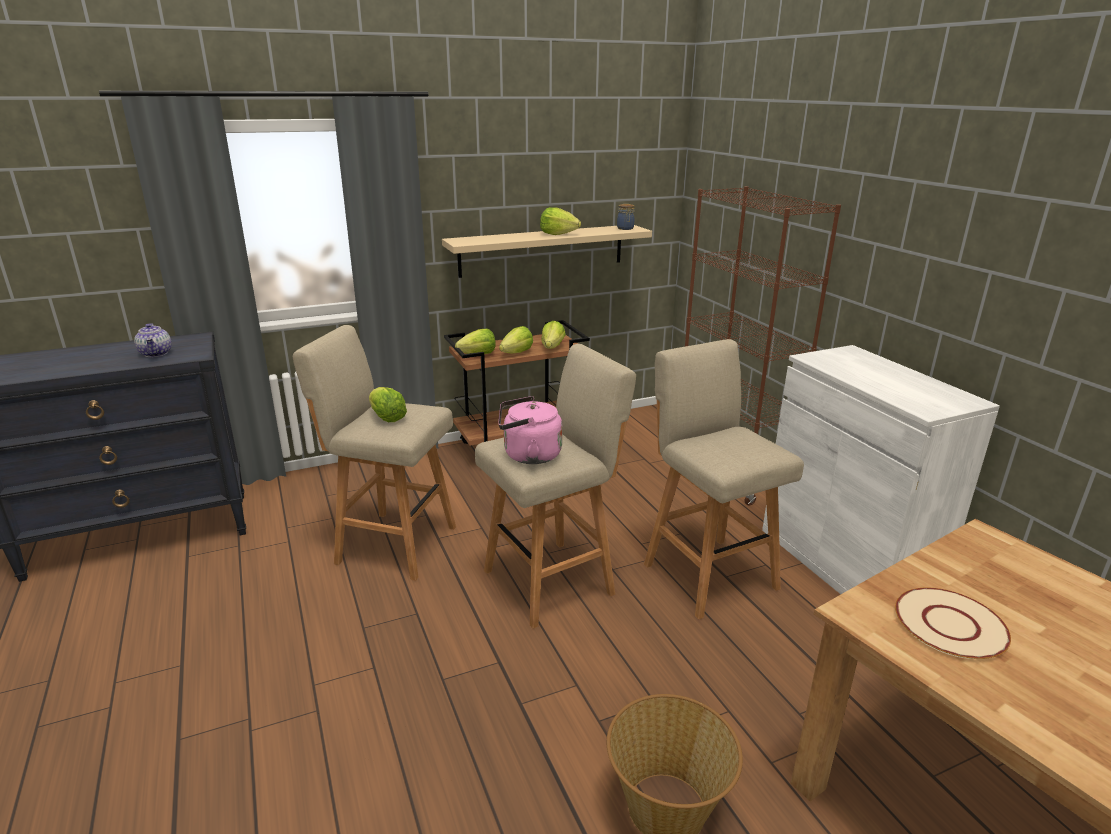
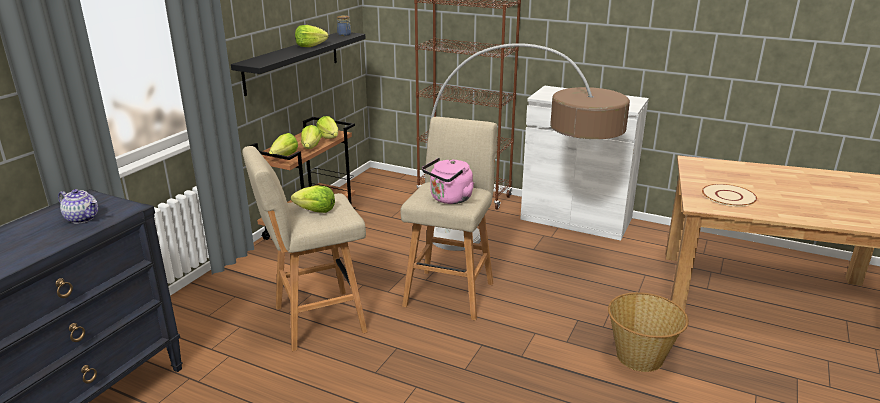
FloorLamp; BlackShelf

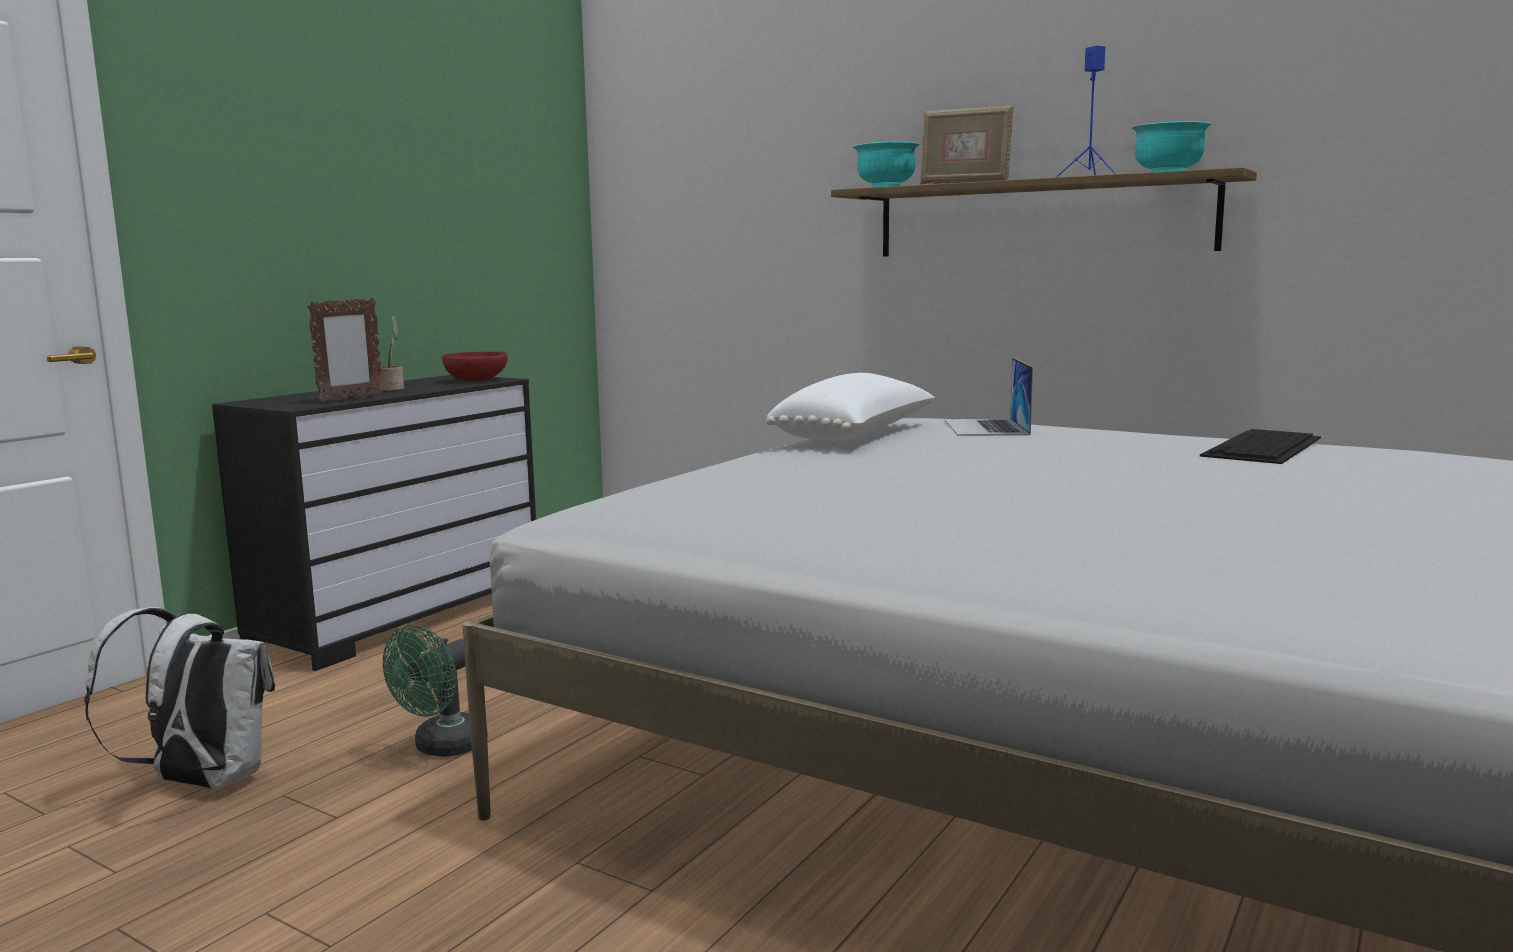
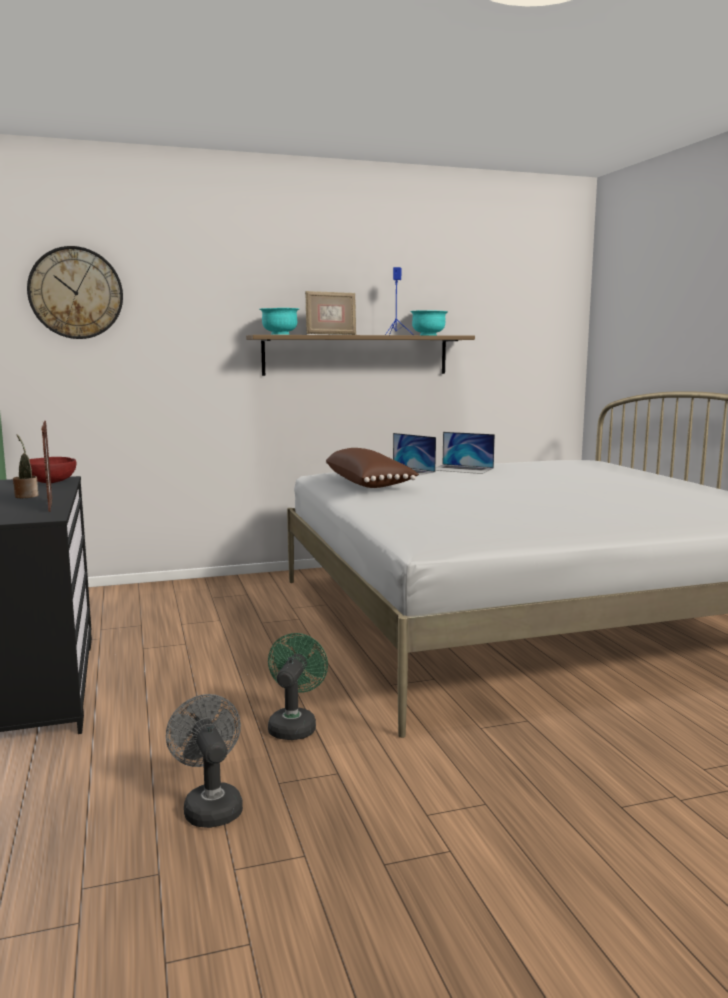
Keyboard; WallClock; Laptop (no. 2 from left); GreyFan; BrownPillow; GreenFan

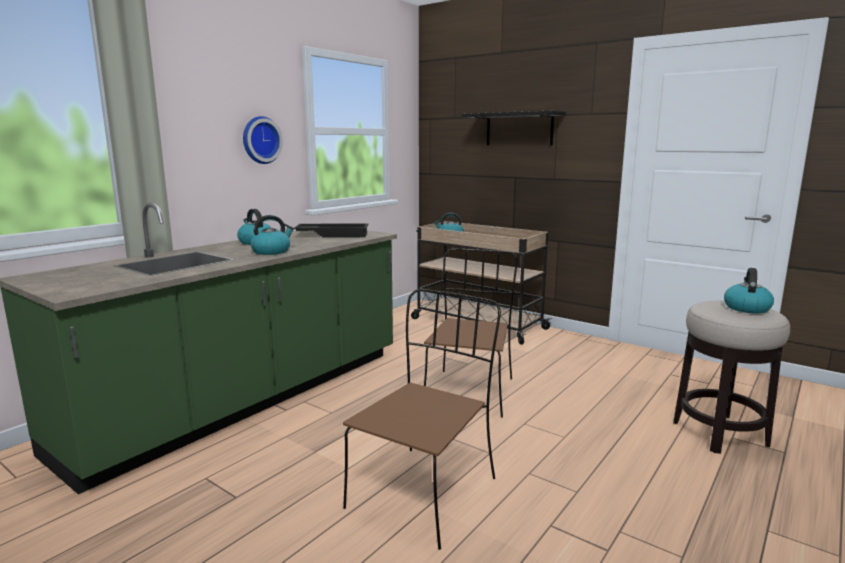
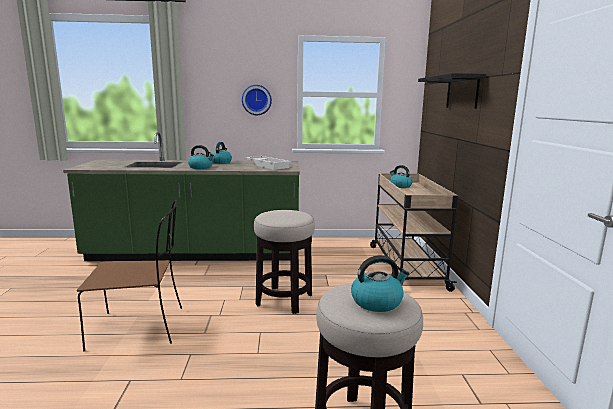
Stool (no. 1 from left); WhiteTray

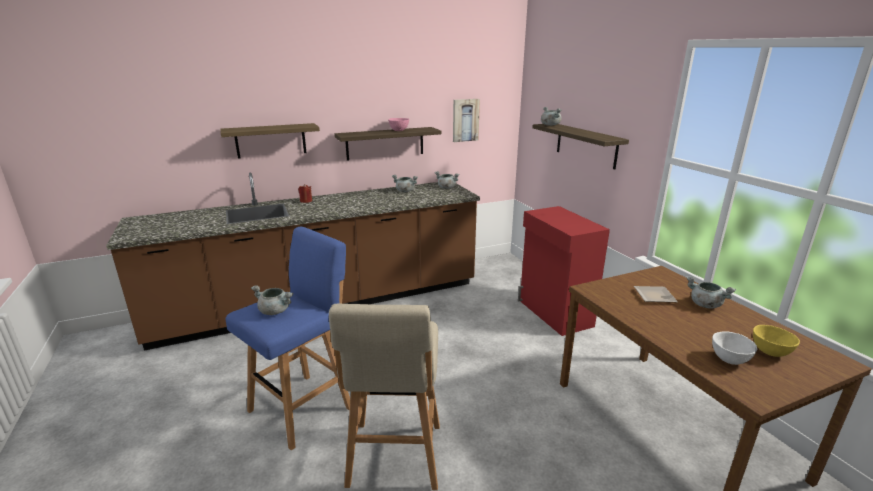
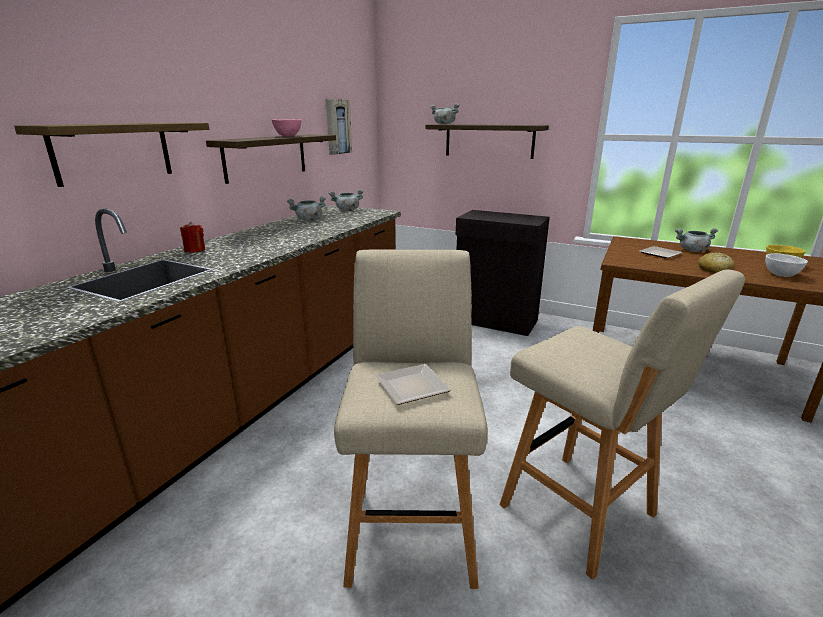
Bread; Plate (no. 1 from left); BeigeStool (no. 1 from left); BlackCabinet

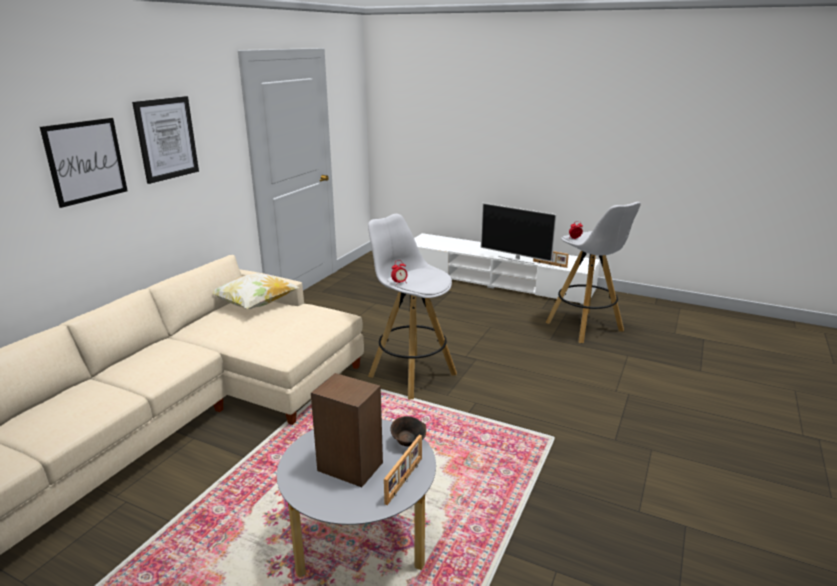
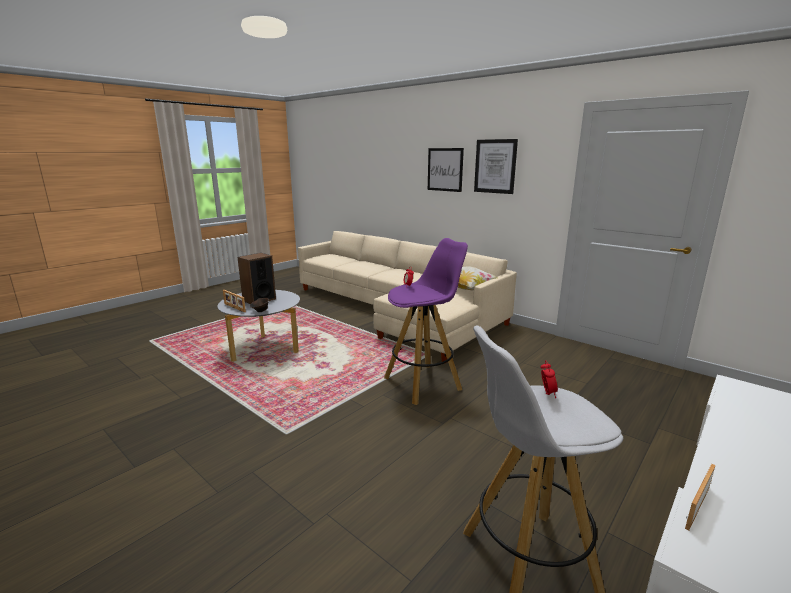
Television; PurpleStool

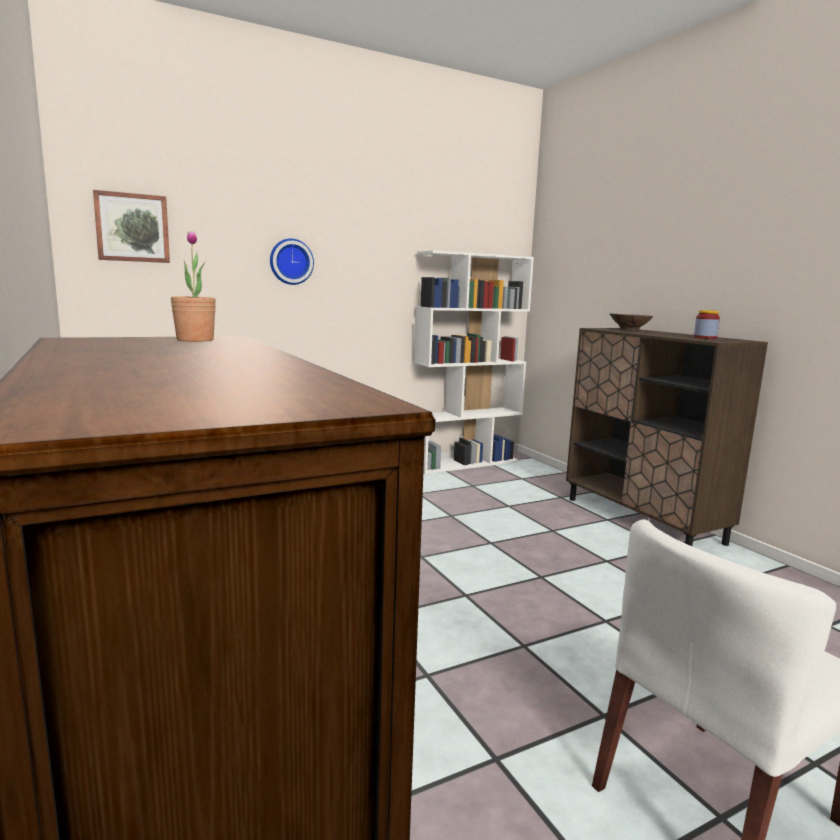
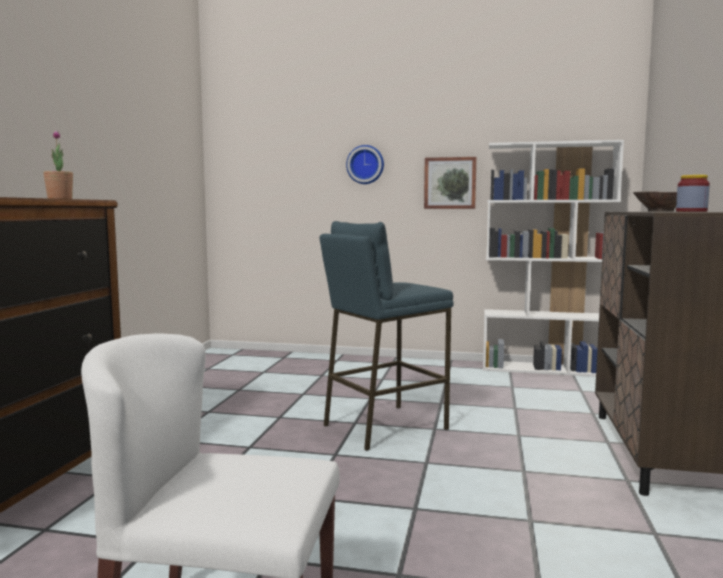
BlueStool; Picture

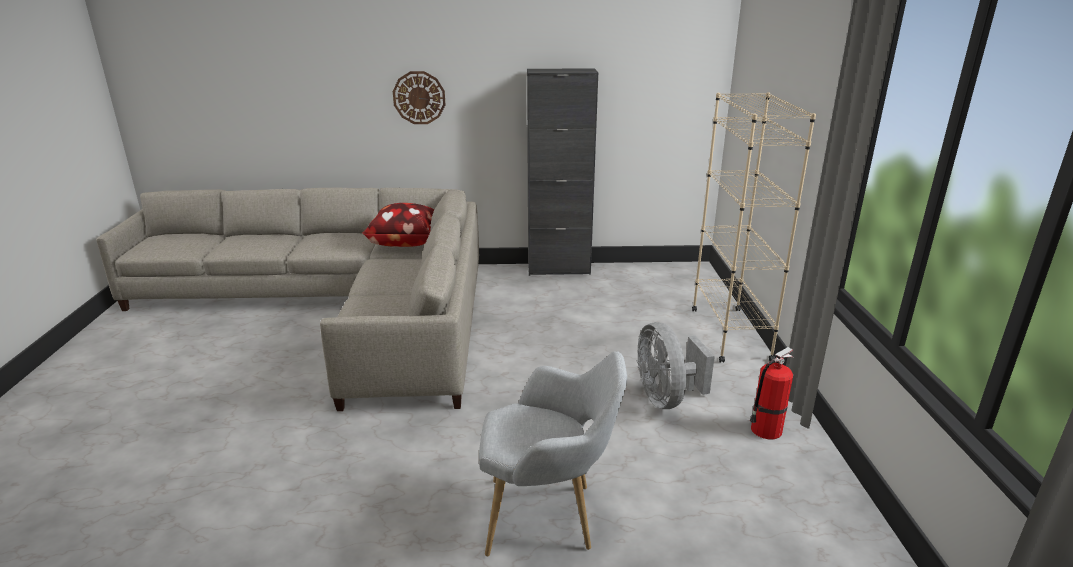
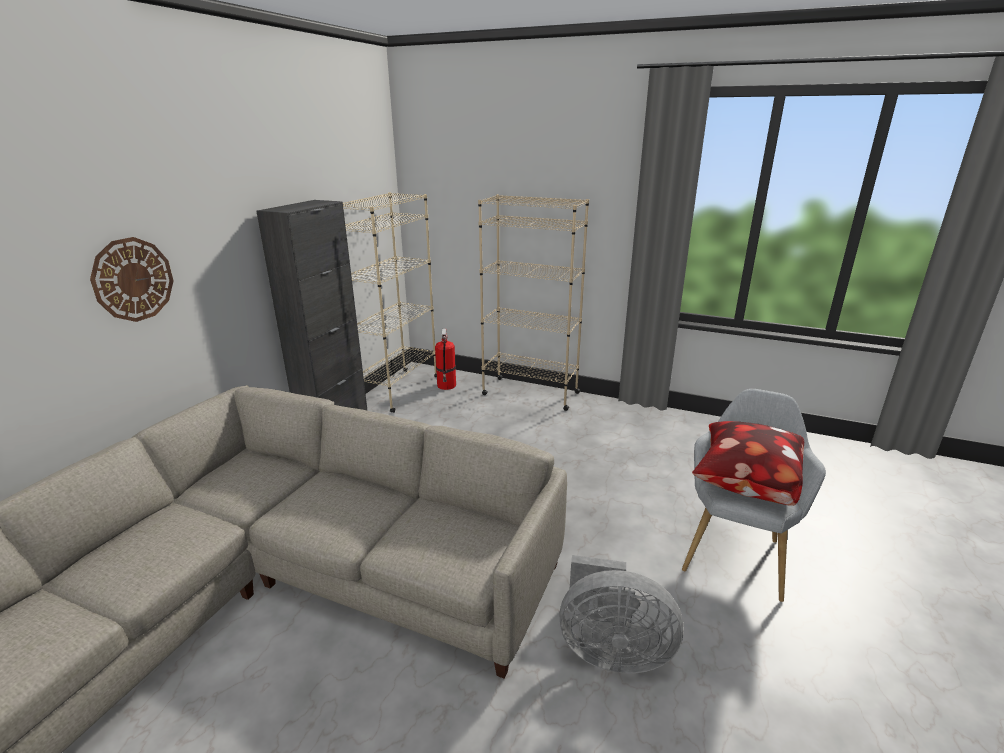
BeigeBookcase (no. 1 from left); Pillow; GreyFan; FireExtinguisher

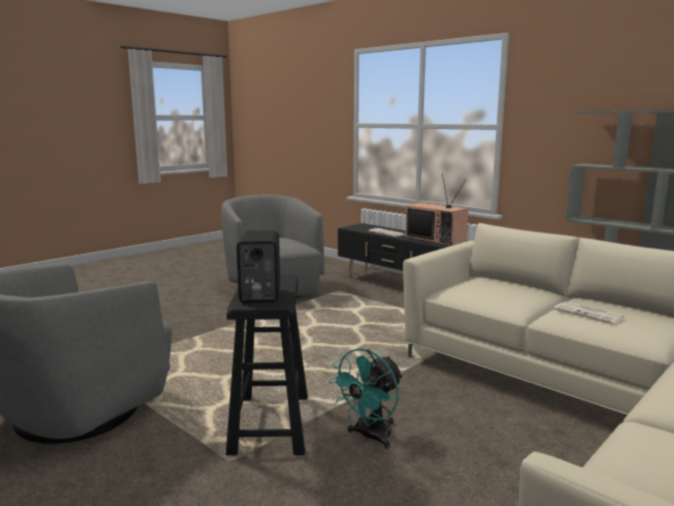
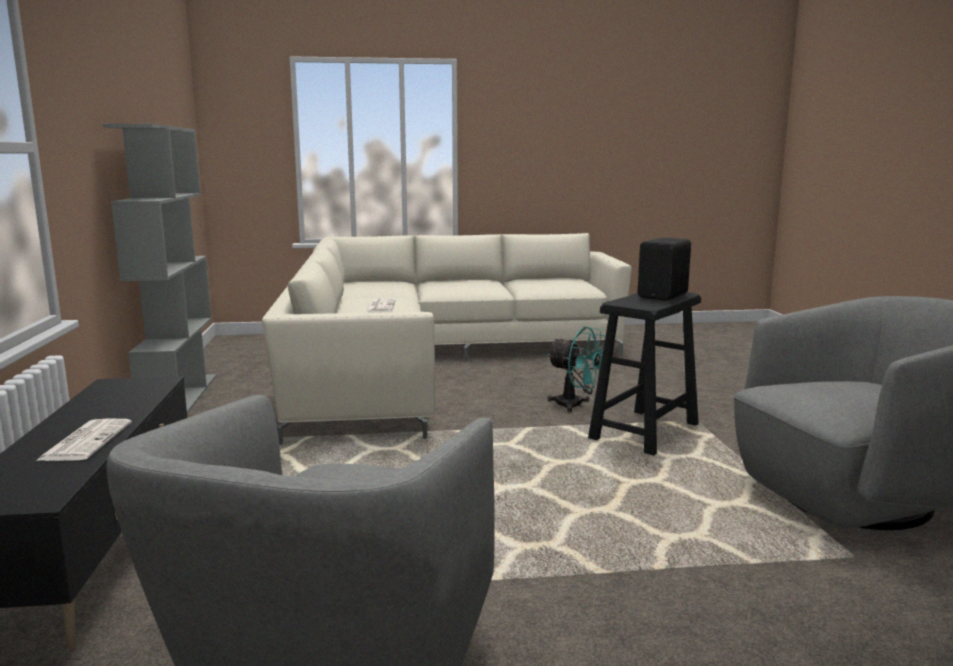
Television; TurquoiseFan

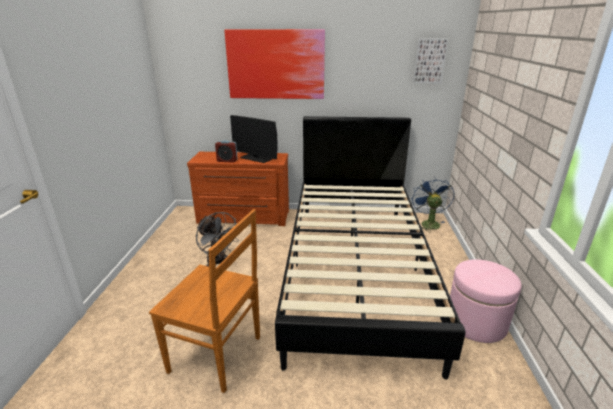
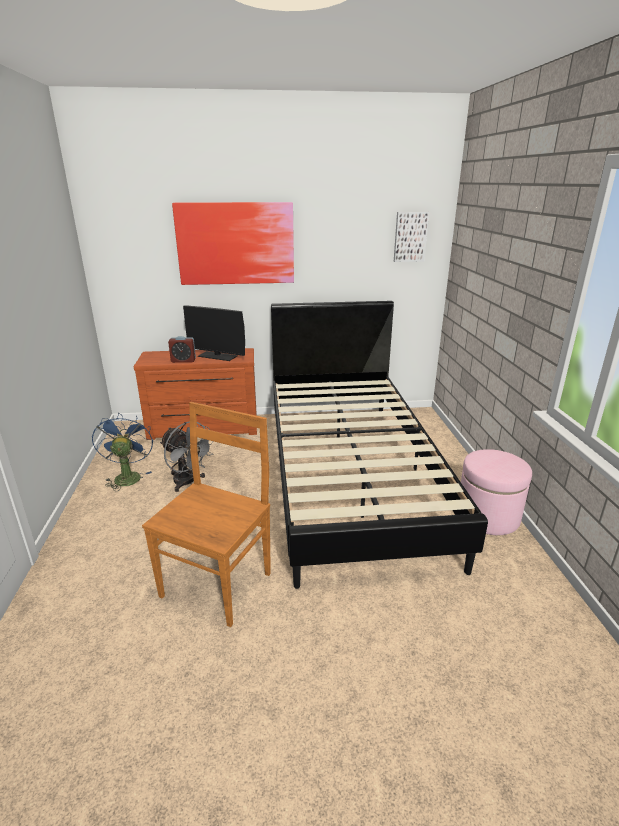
BlueFan; BrownChair

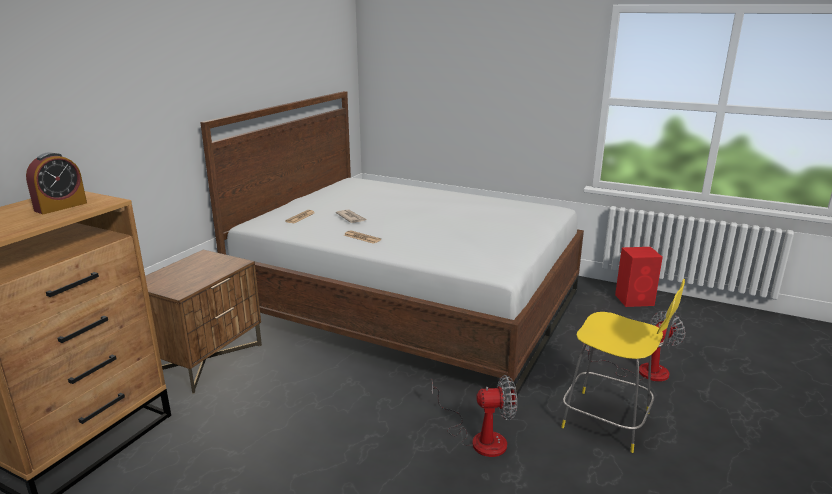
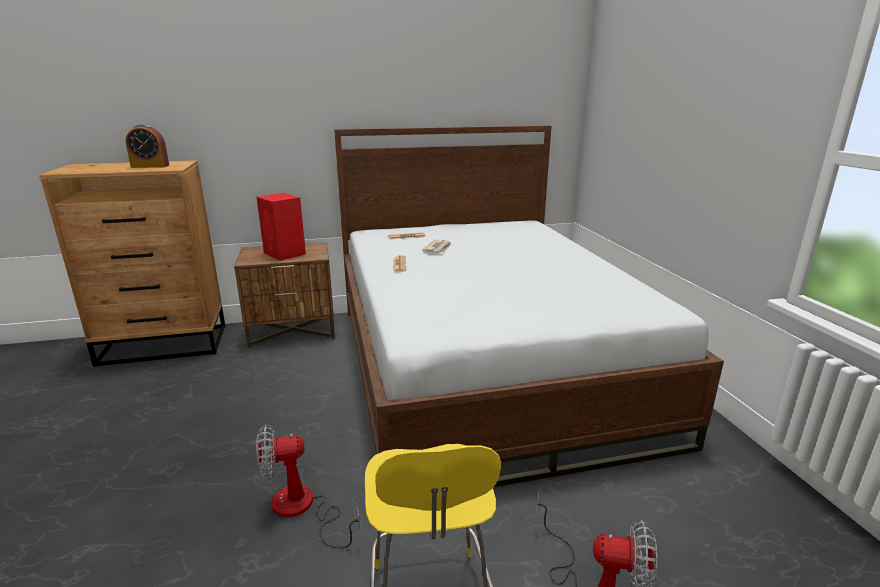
RedSpeaker; Fan (no. 1 from left)

